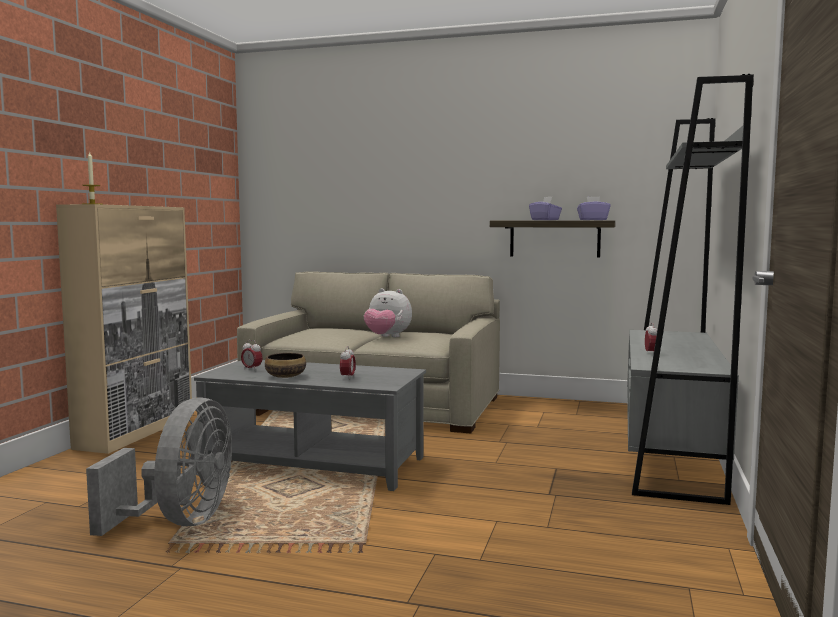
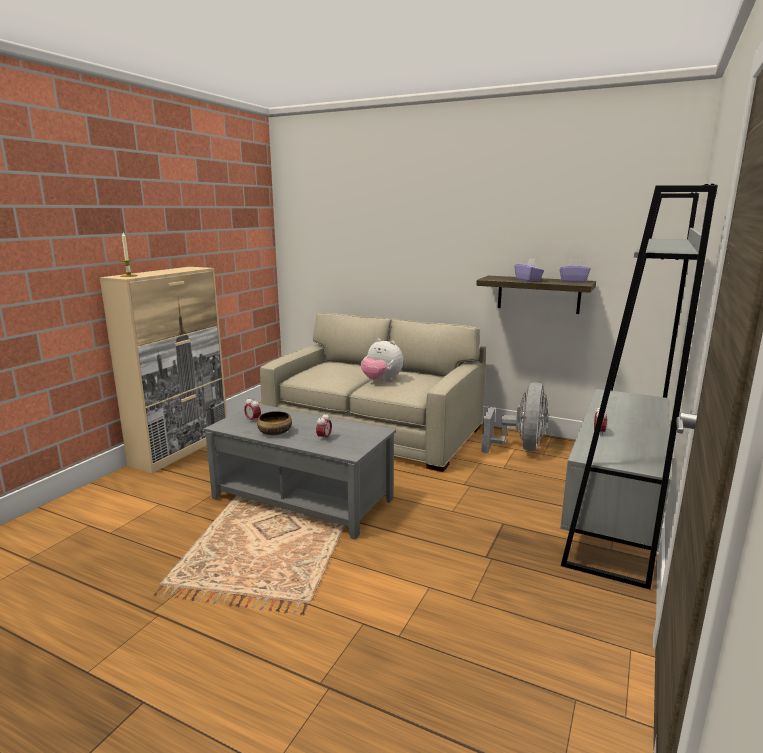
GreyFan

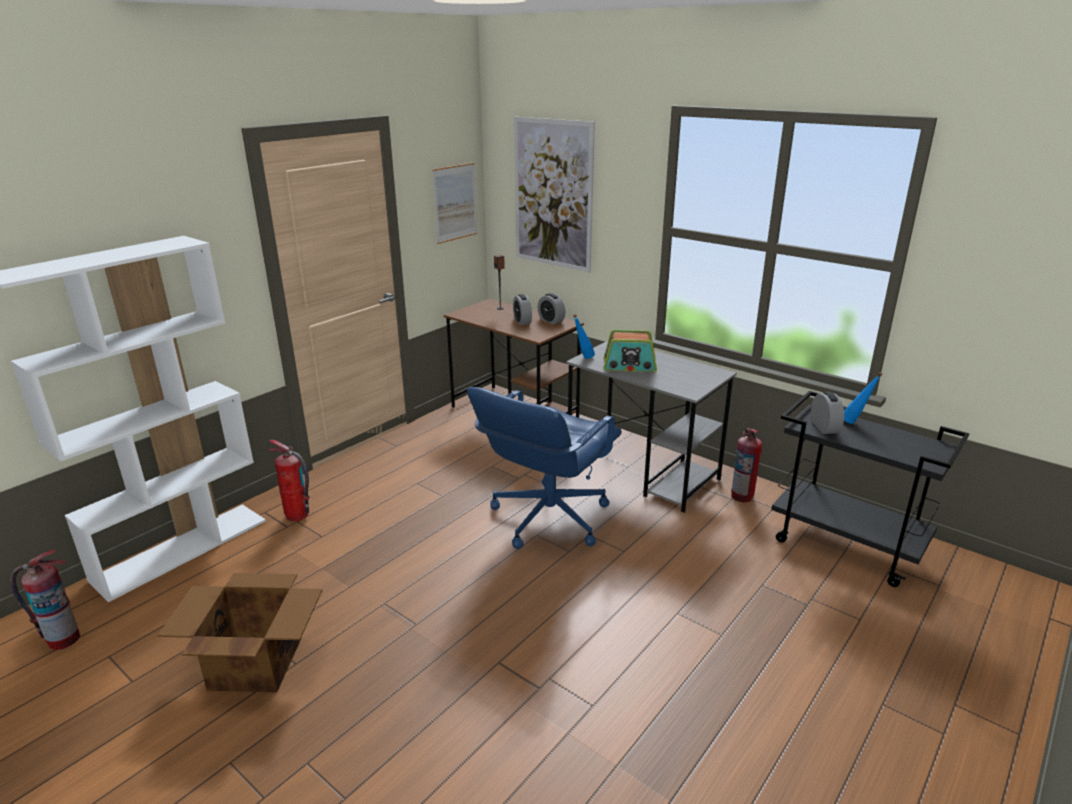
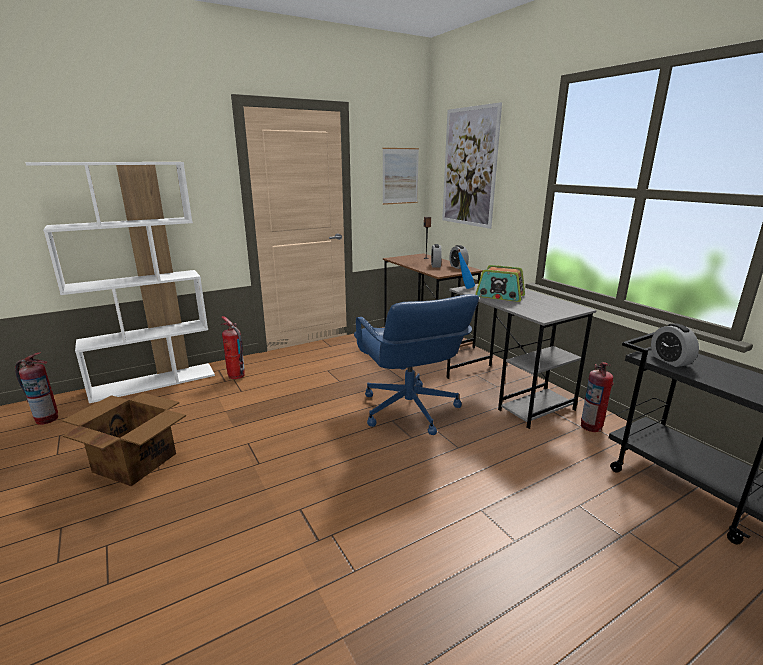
BlueBottle (no. 2 from left in the first image); BlueOfficeChair; AlarmClock (no. 3 from left)

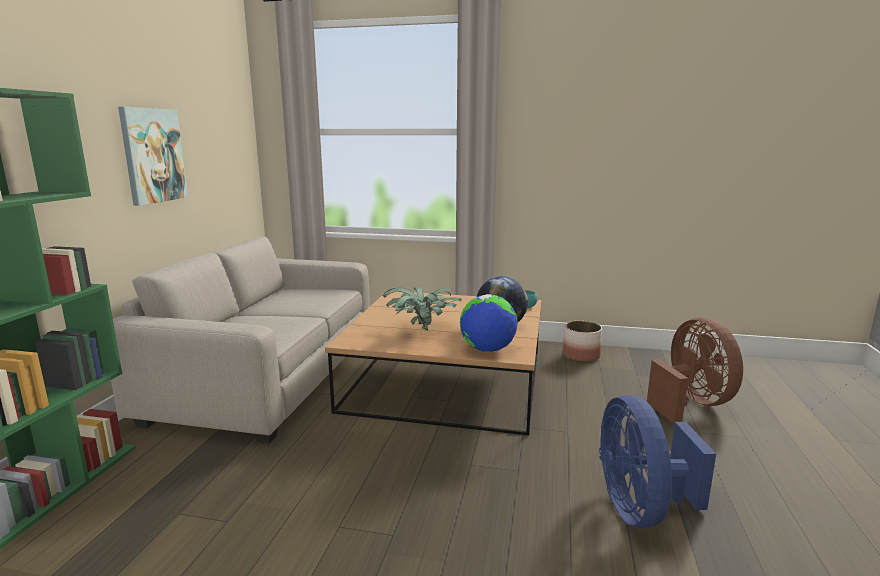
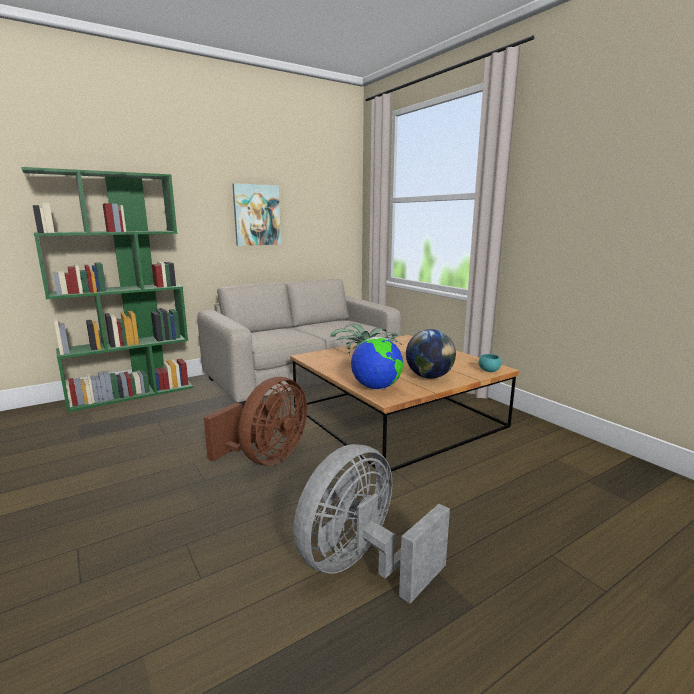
Planter; BrownFan; GreyFan

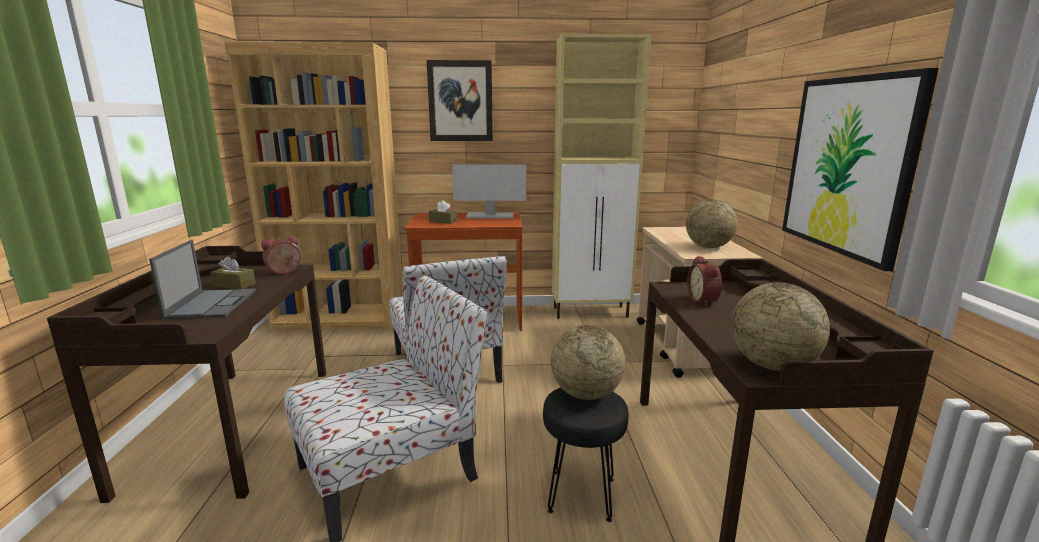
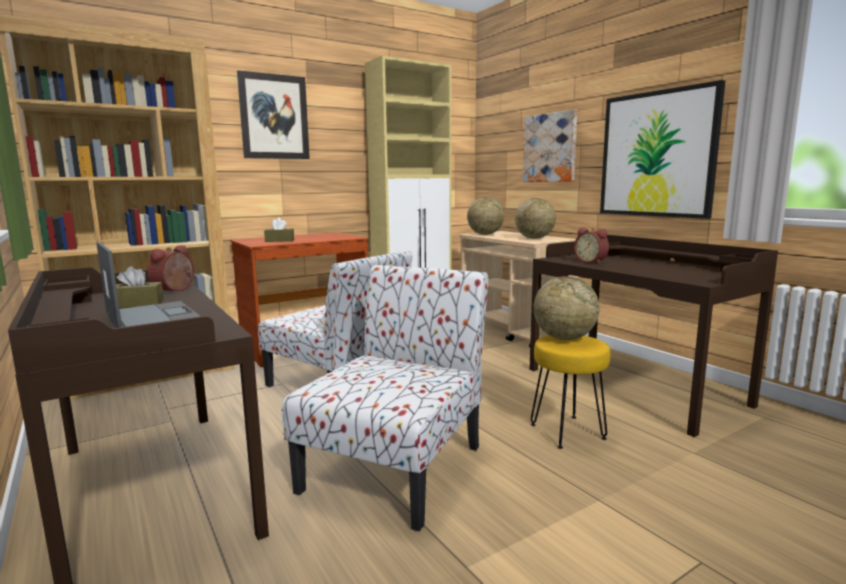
Monitor; Picture (no. 2 from left); Globe (no. 1 from left); YellowStool

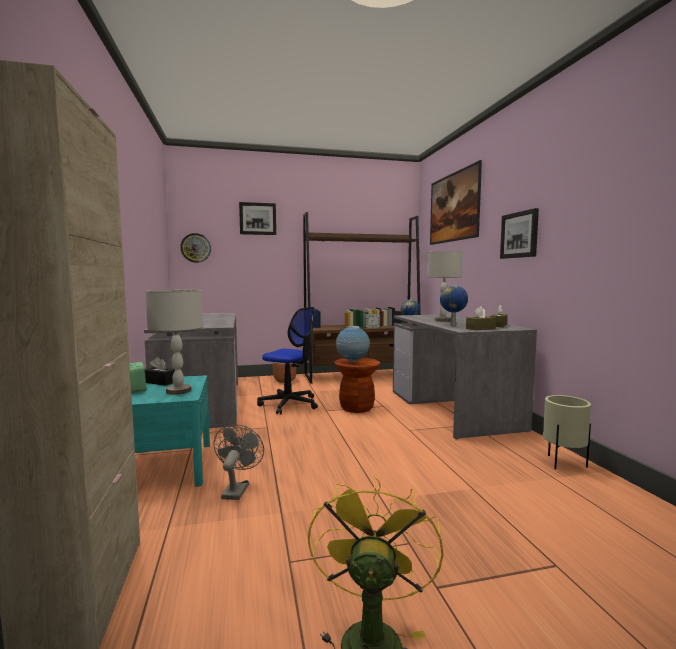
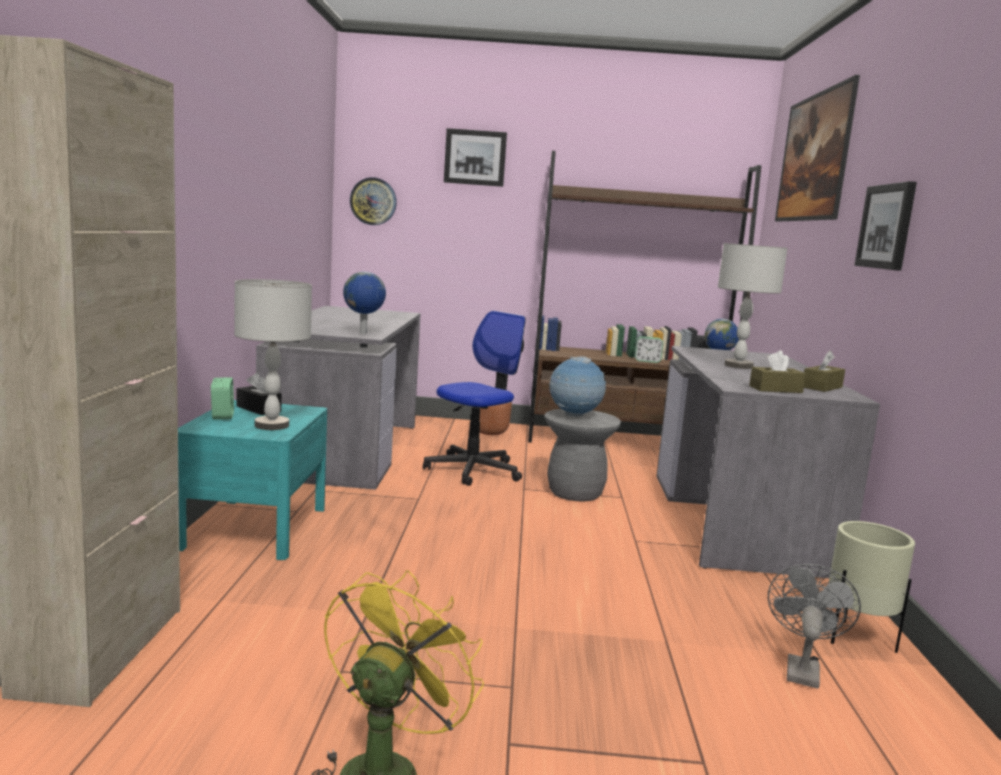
GreyFan; Globe (no. 1 from left); GreyStool; OfficeChair

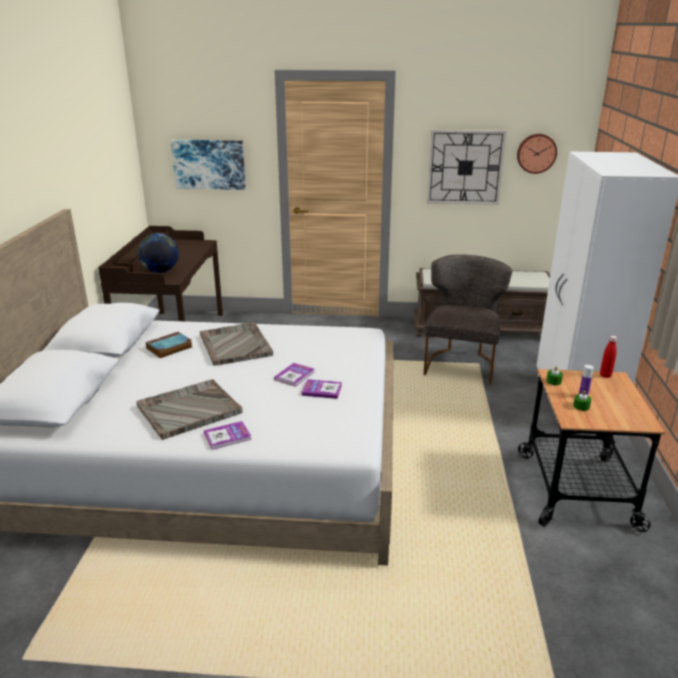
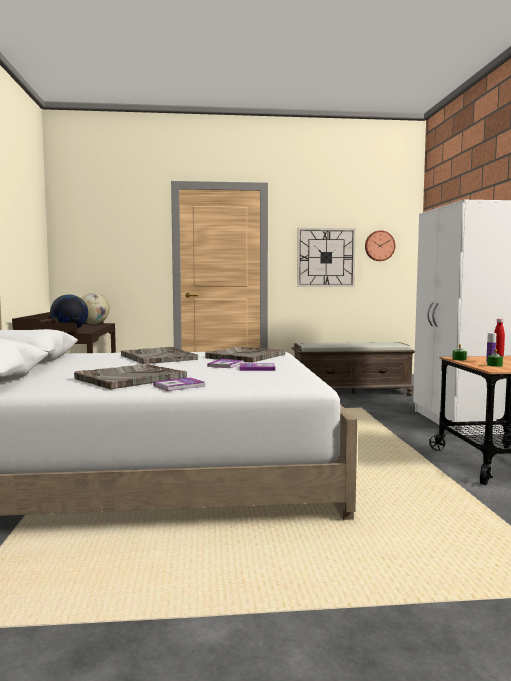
Book (no. 1 from left in the first image); Picture; GreyChair; Globe (no. 2 from left); GreyTray (no. 3 from left)

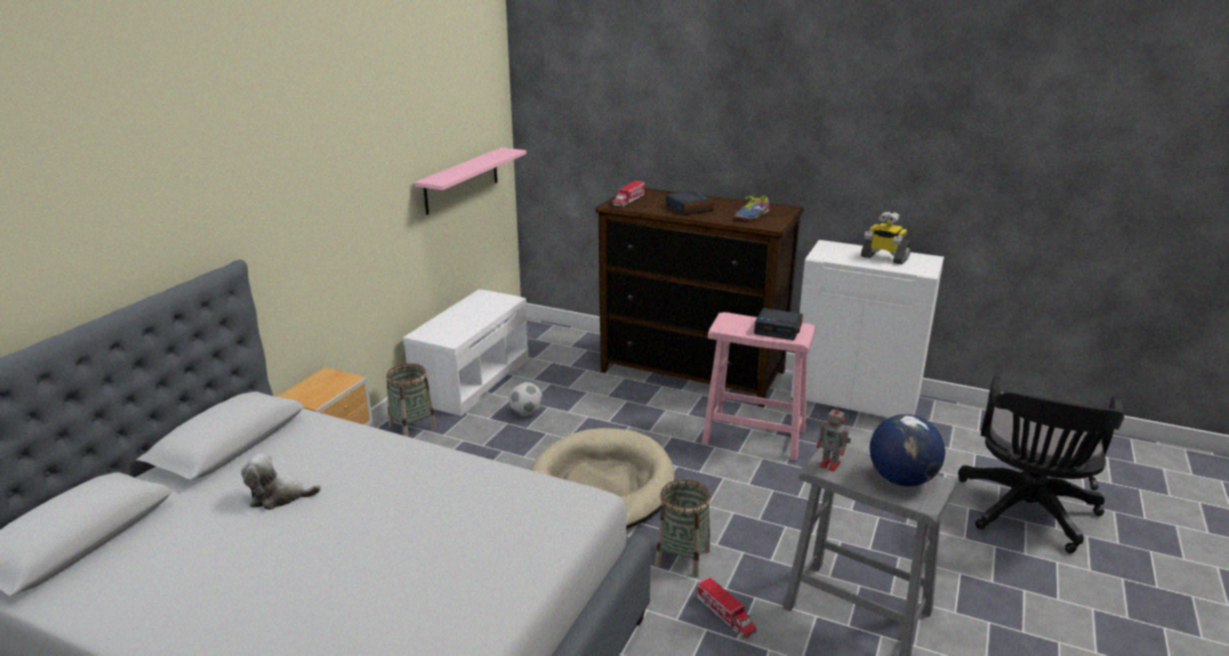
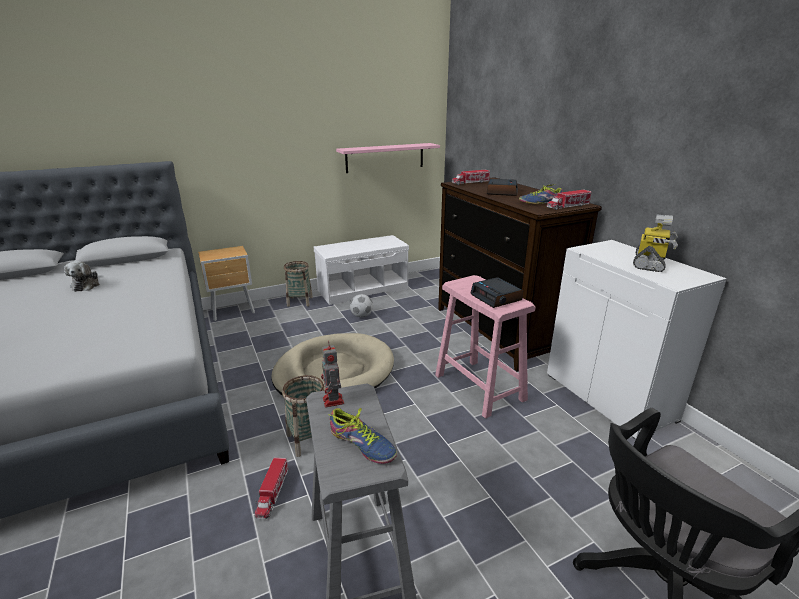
ToyTruck (no. 3 from left); Shoe (no. 1 from left); PlushToy; ToyRobot (no. 2 from left)

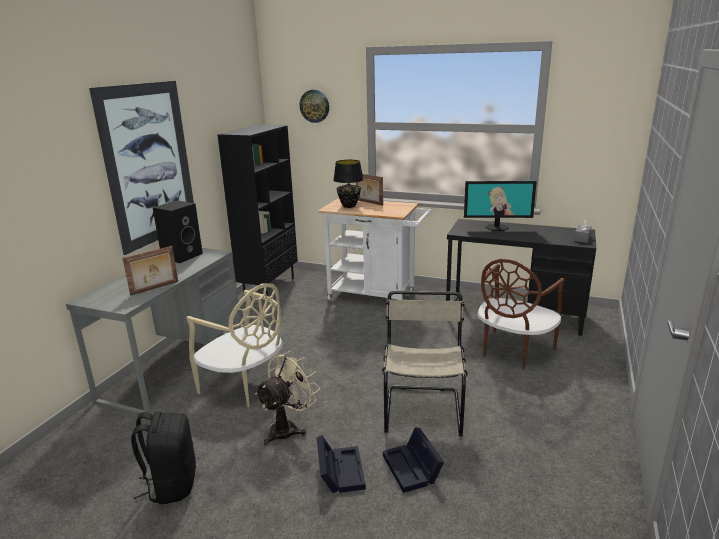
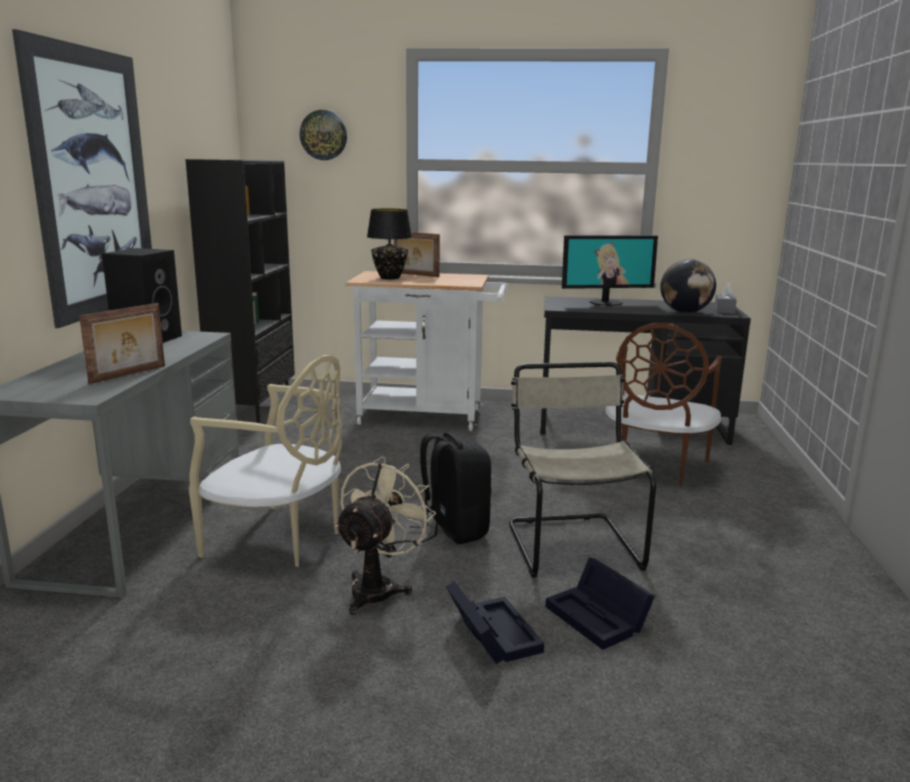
Globe; BlackBackpack

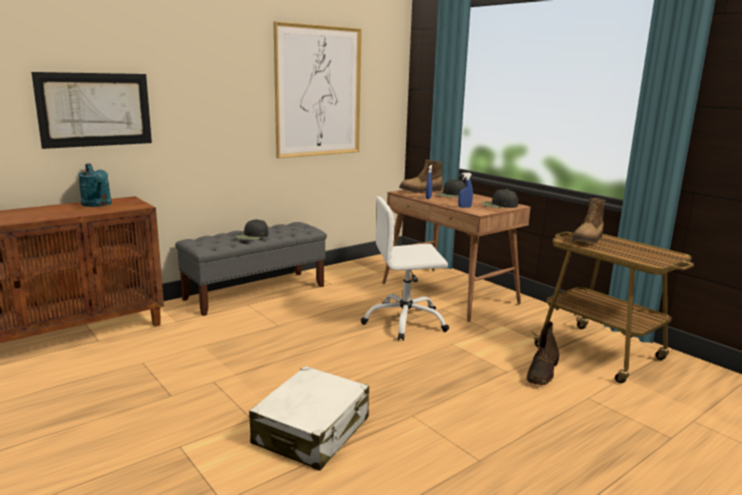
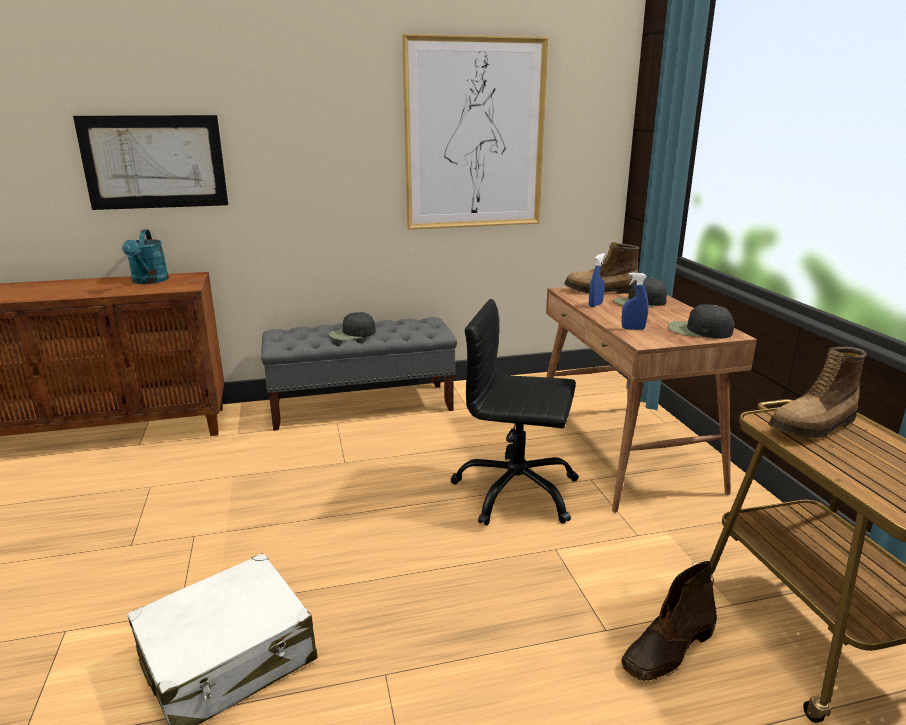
BlackOfficeChair

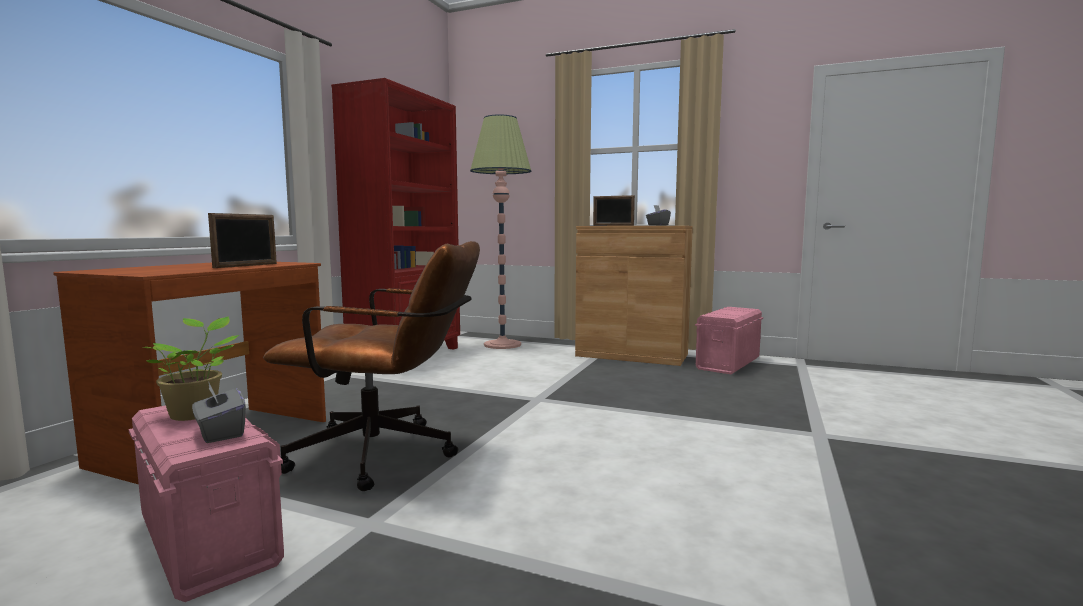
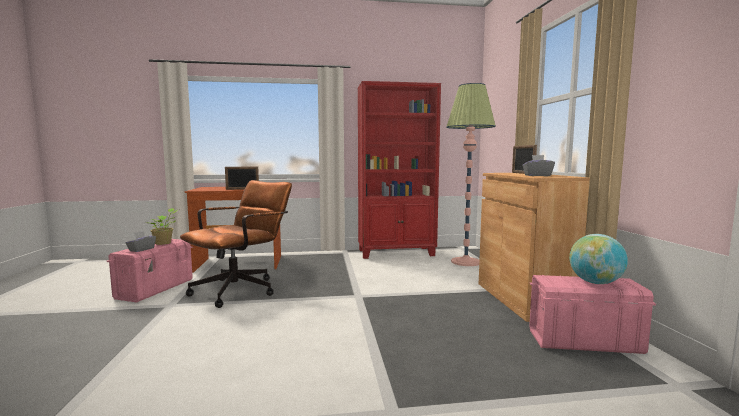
Globe; BrownOfficeChair

